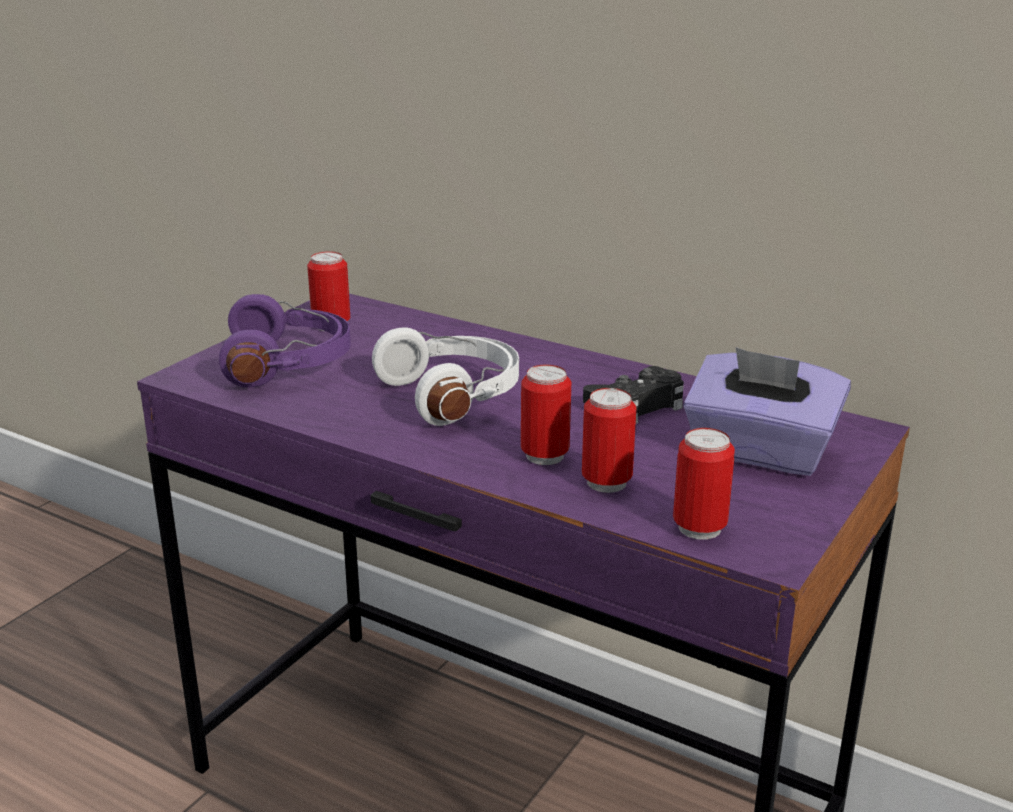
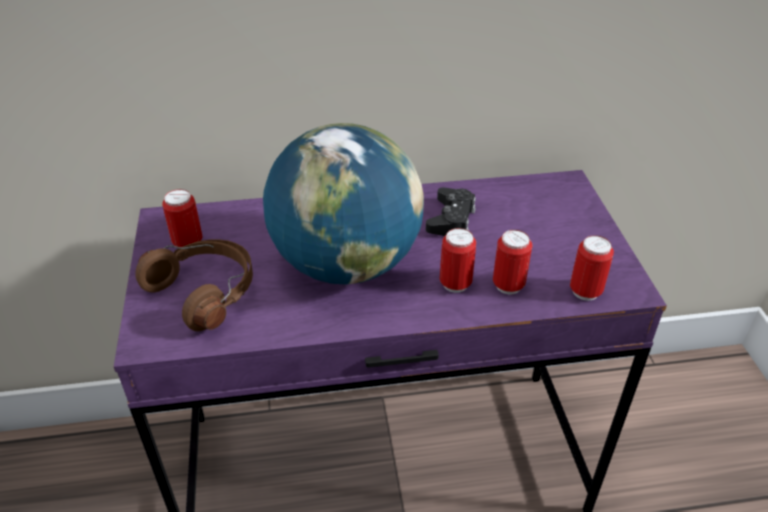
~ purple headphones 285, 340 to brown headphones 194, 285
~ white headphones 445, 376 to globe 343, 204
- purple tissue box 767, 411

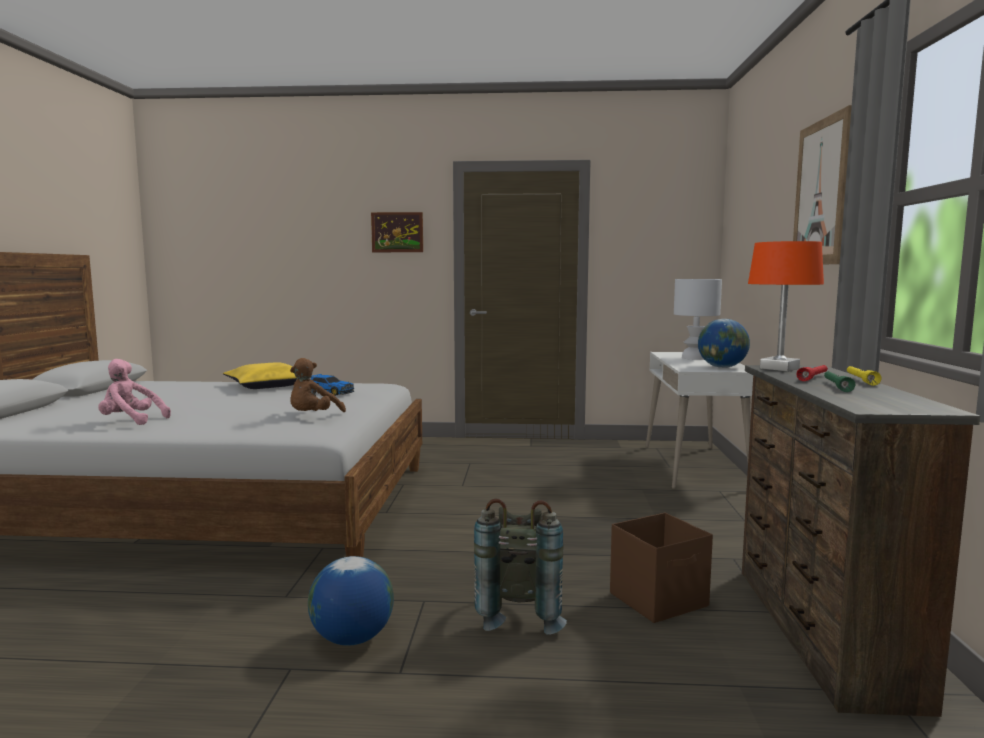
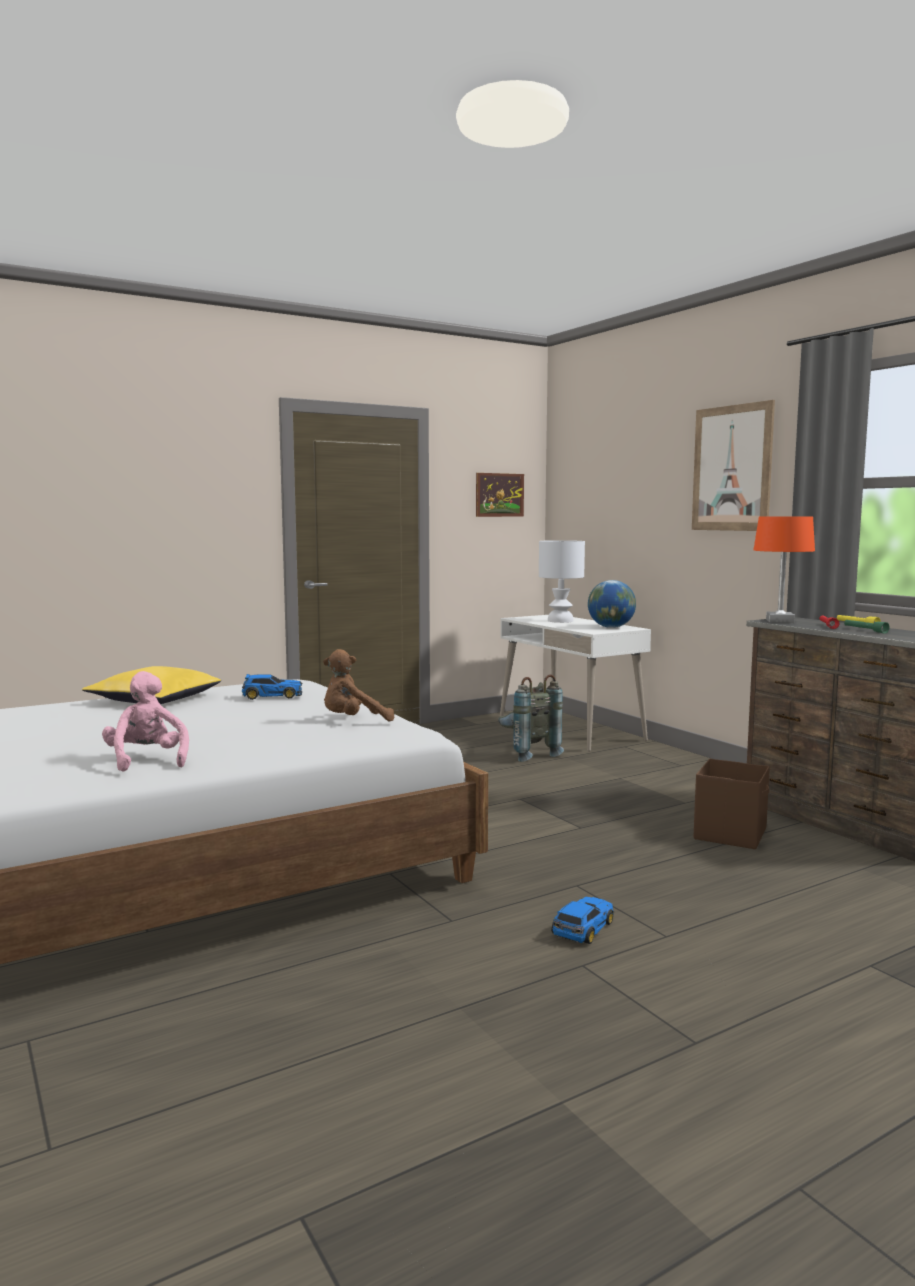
~ picture 397, 232 to 500, 495
~ brown plush toy 318, 385 = 358, 685 75 degrees clockwise
~ pink plush toy 134, 392 = 145, 721 90 degrees clockwise
~ grey backpack 520, 566 to 531, 718
~ globe 351, 601 to toy car 582, 920

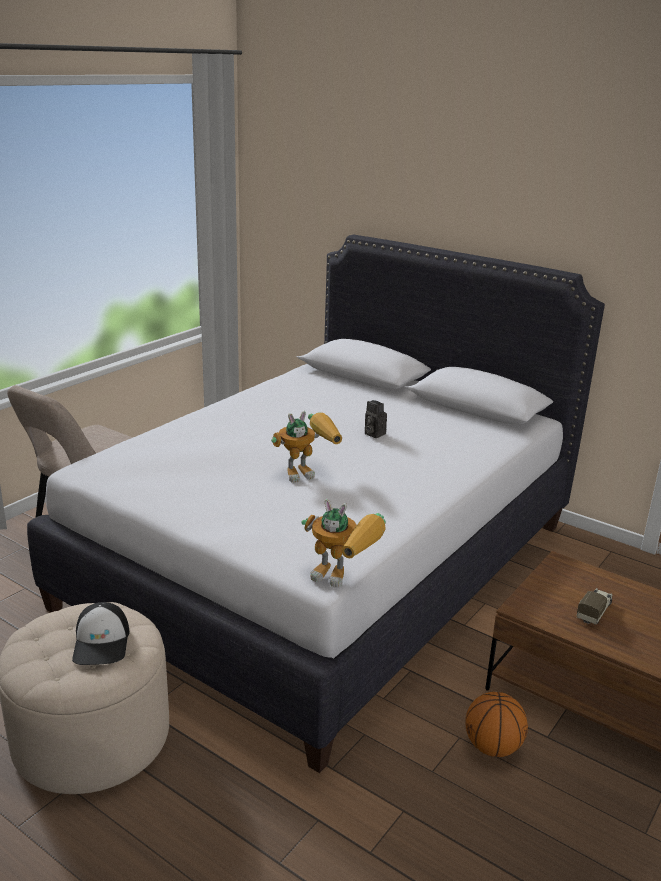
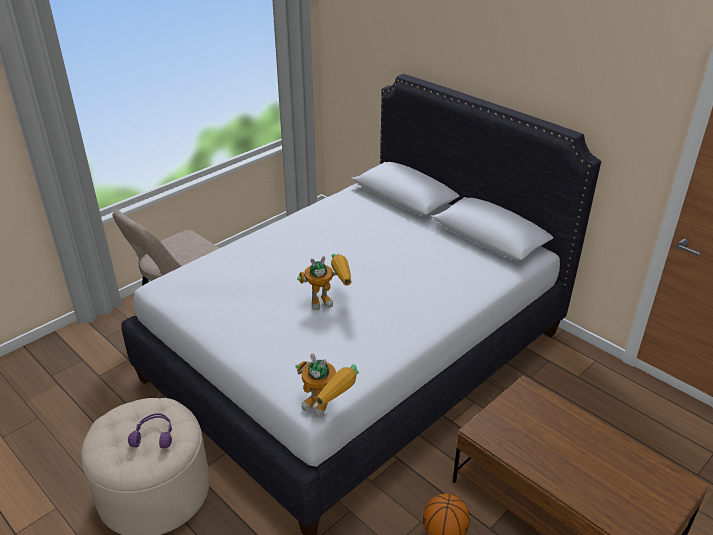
- photo camera 376, 419
- toy truck 594, 606
~ cap 100, 633 to purple headphones 150, 430

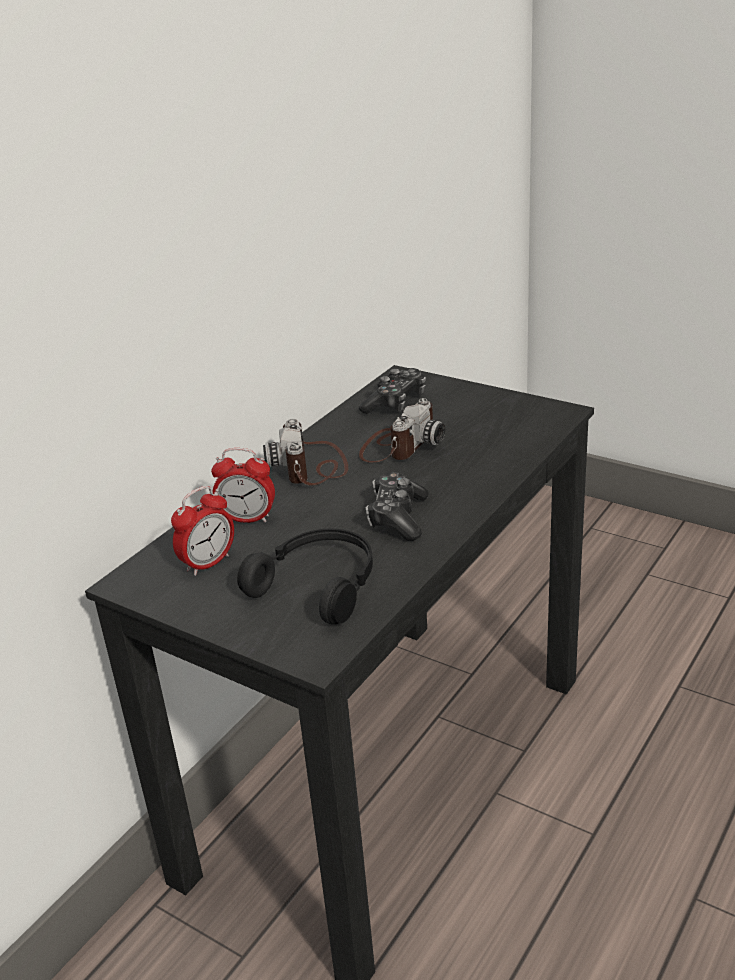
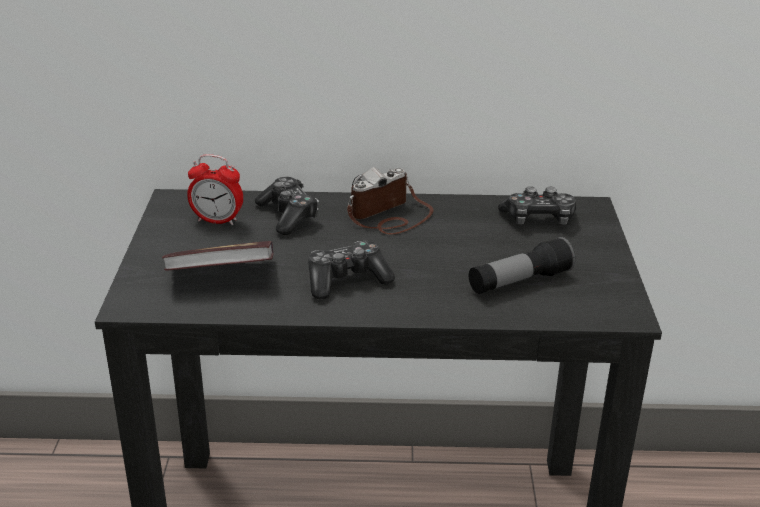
- photo camera 402, 430
~ alarm clock 243, 485 to game controller 287, 206
~ black headphones 305, 576 to book 218, 256
+ flashlight 522, 265

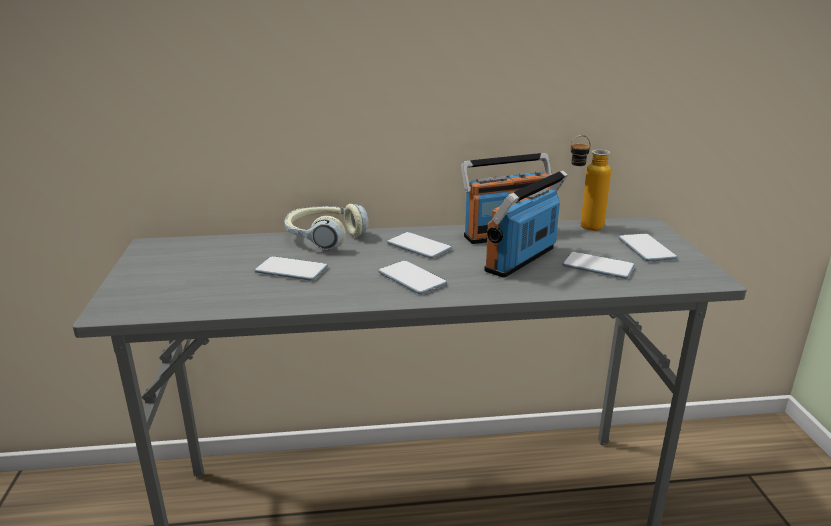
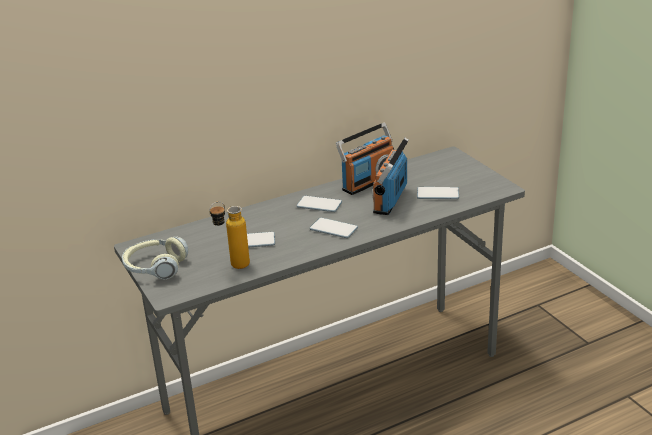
~ bottle 590, 183 to 229, 235
~ headphones 326, 227 to 155, 257
- phone 647, 247

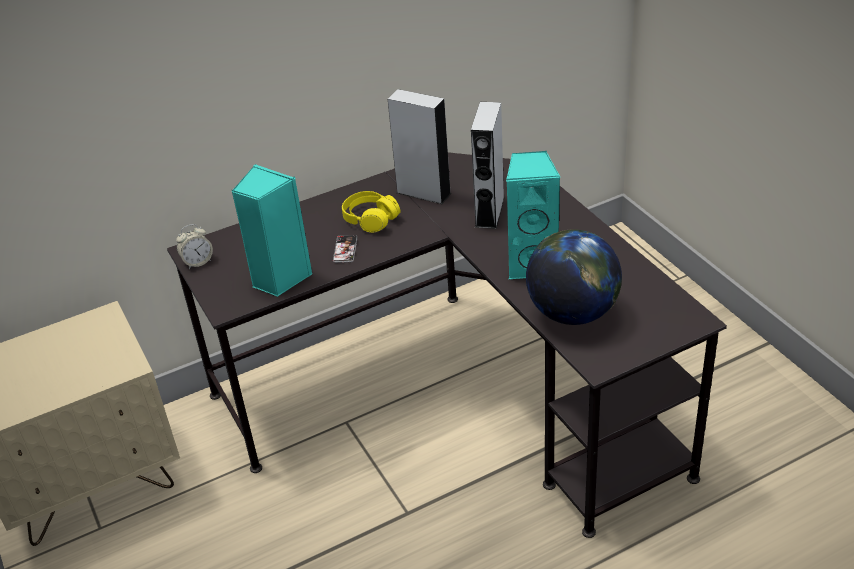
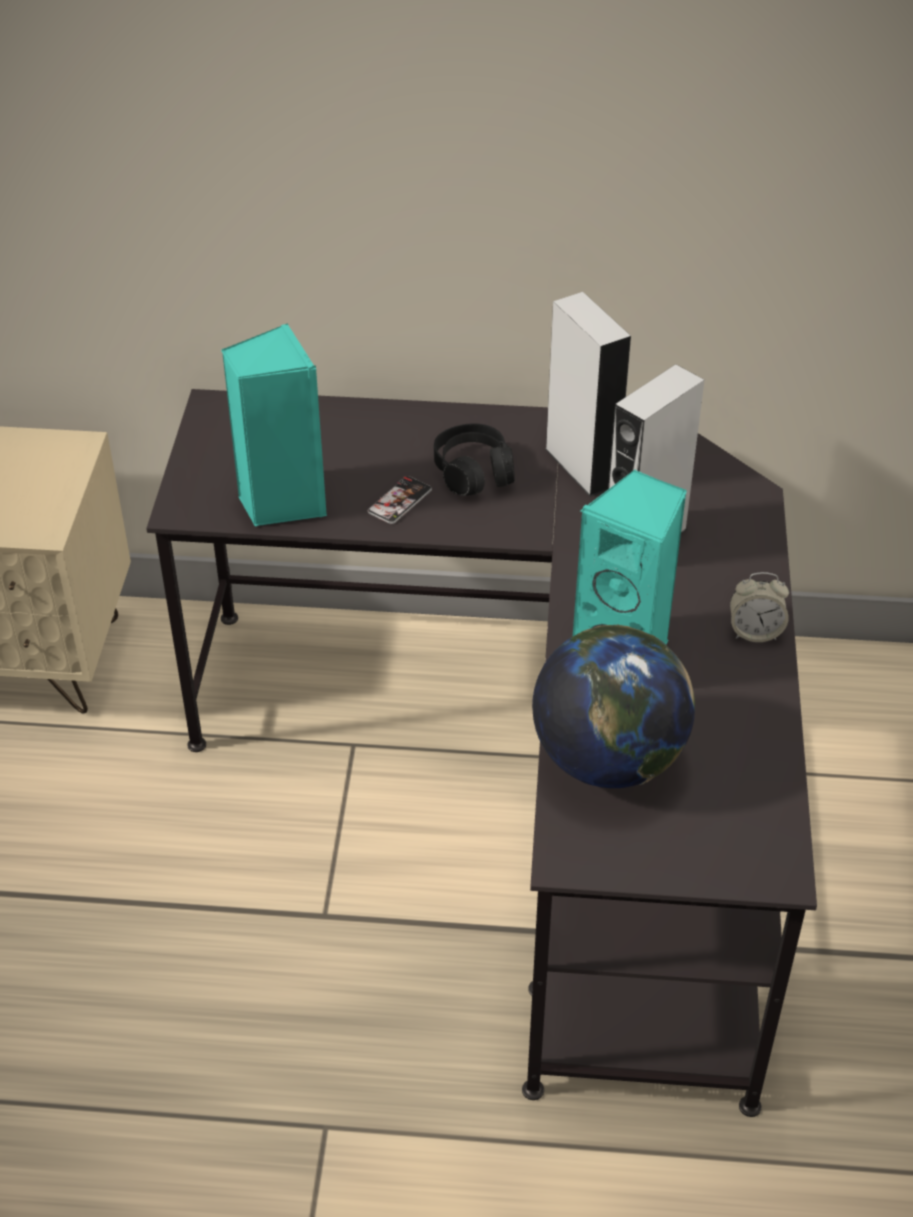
~ yellow headphones 371, 212 to black headphones 474, 459
~ alarm clock 194, 246 to 759, 607

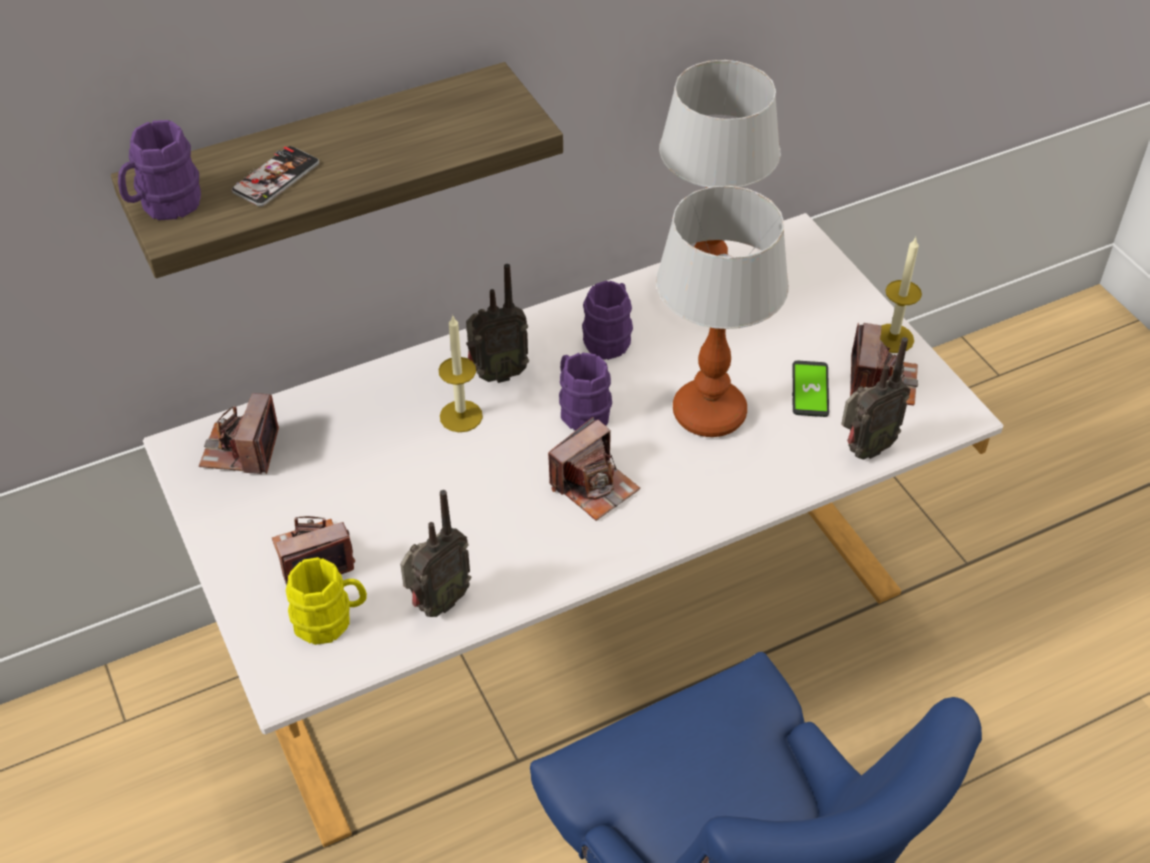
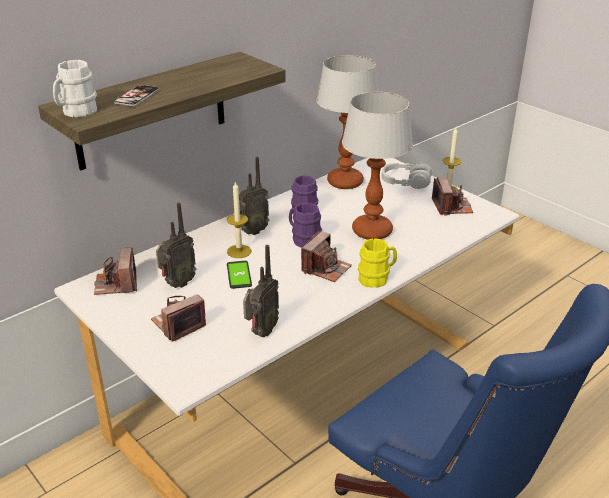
~ purple mug 159, 170 to white mug 75, 88
~ radio 875, 398 to 176, 245
~ phone 810, 389 to 239, 275
~ yellow mug 326, 601 to 377, 263
+ grey headphones 407, 175

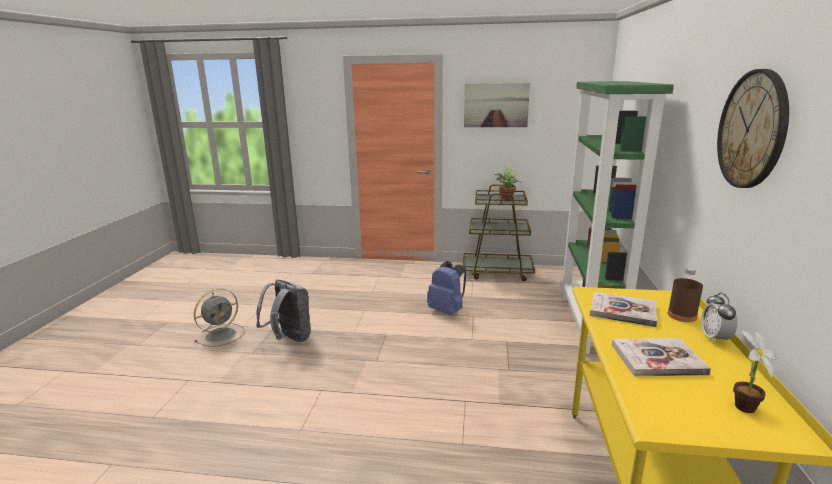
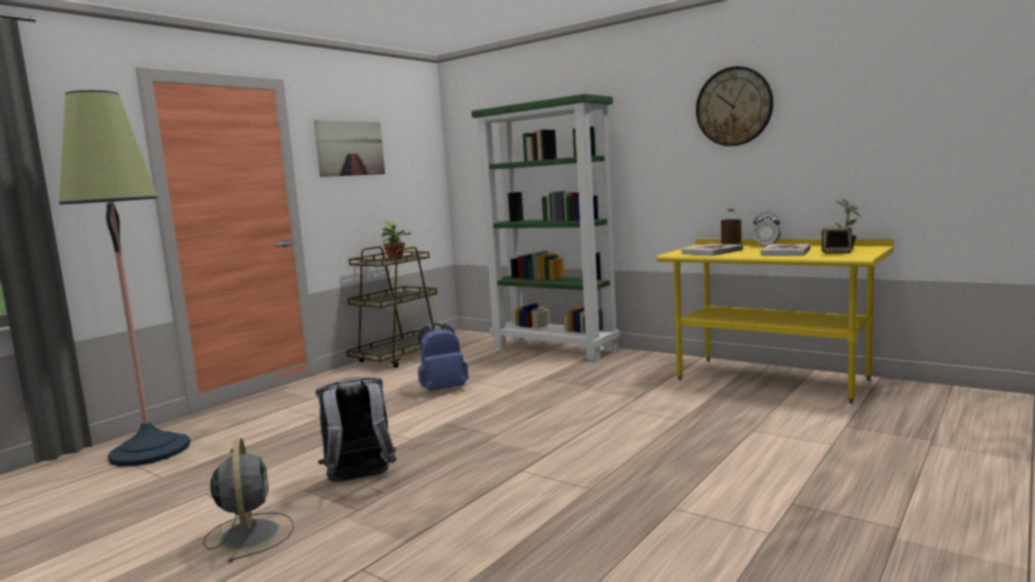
+ floor lamp 124, 278
+ speaker 837, 240

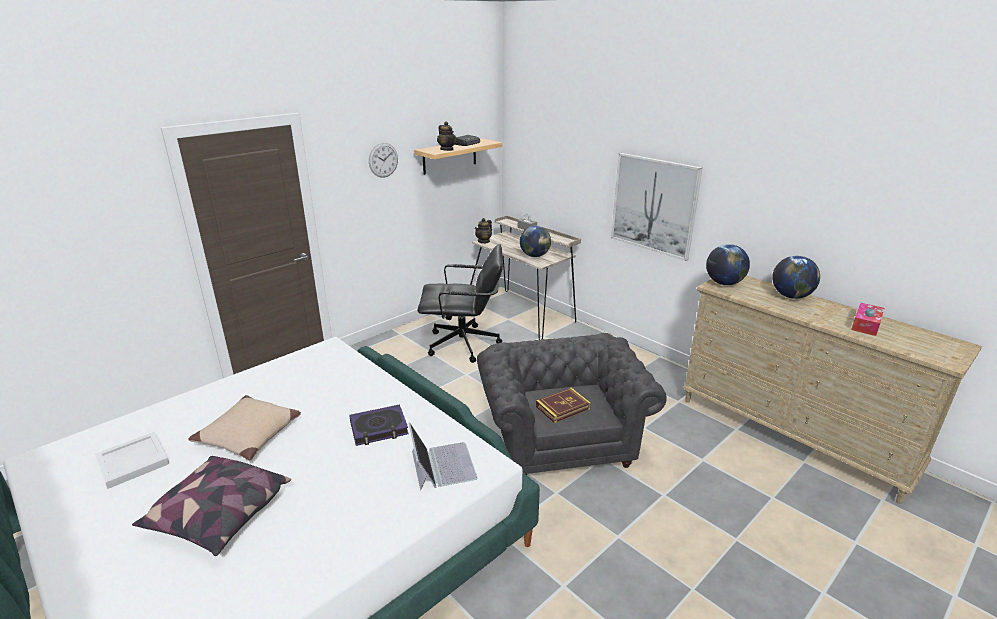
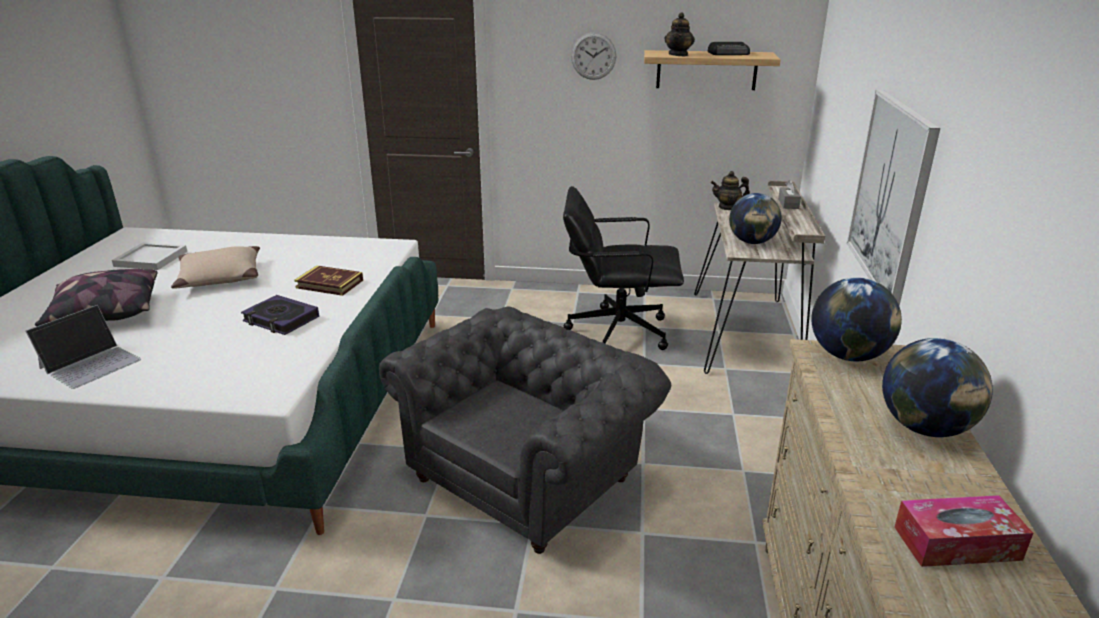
~ black office chair 460, 303 = 623, 268 135 degrees clockwise
~ book 563, 405 to 328, 280
~ laptop 443, 457 to 83, 347

